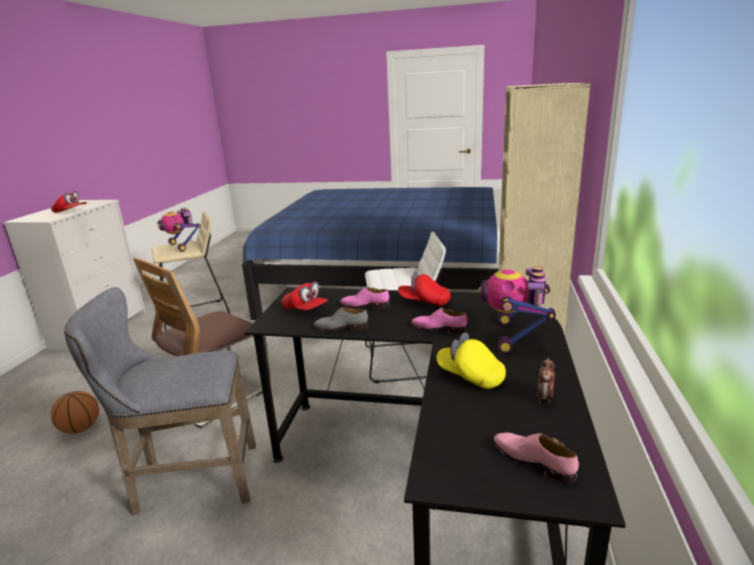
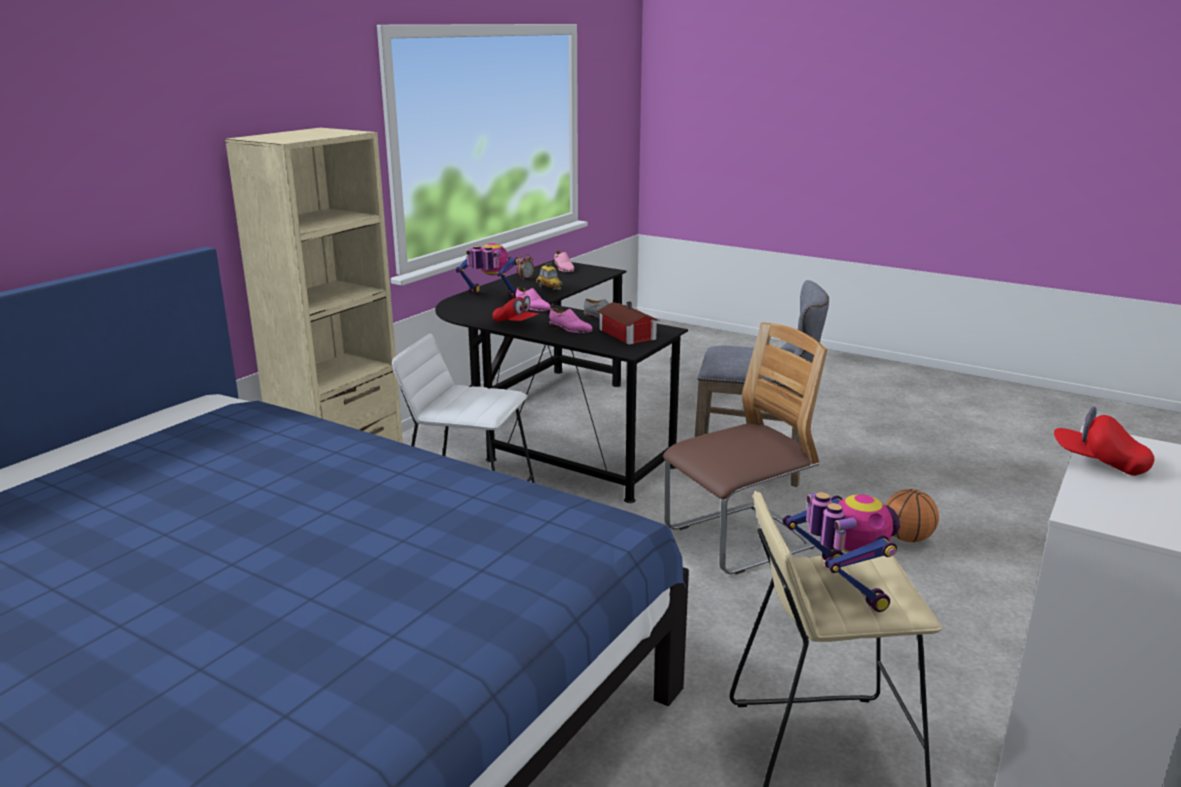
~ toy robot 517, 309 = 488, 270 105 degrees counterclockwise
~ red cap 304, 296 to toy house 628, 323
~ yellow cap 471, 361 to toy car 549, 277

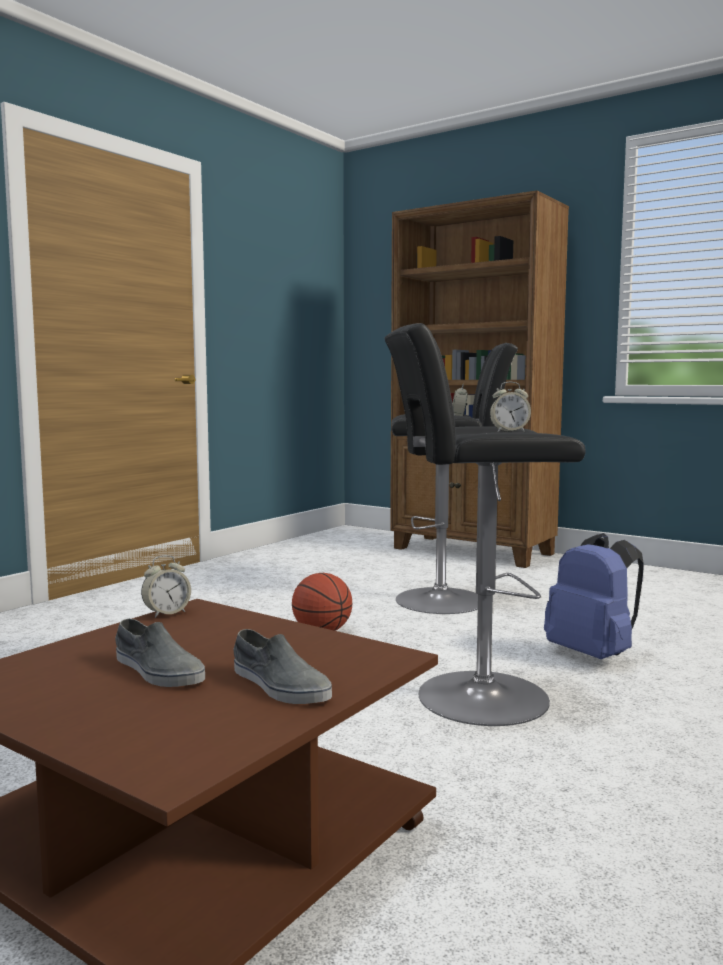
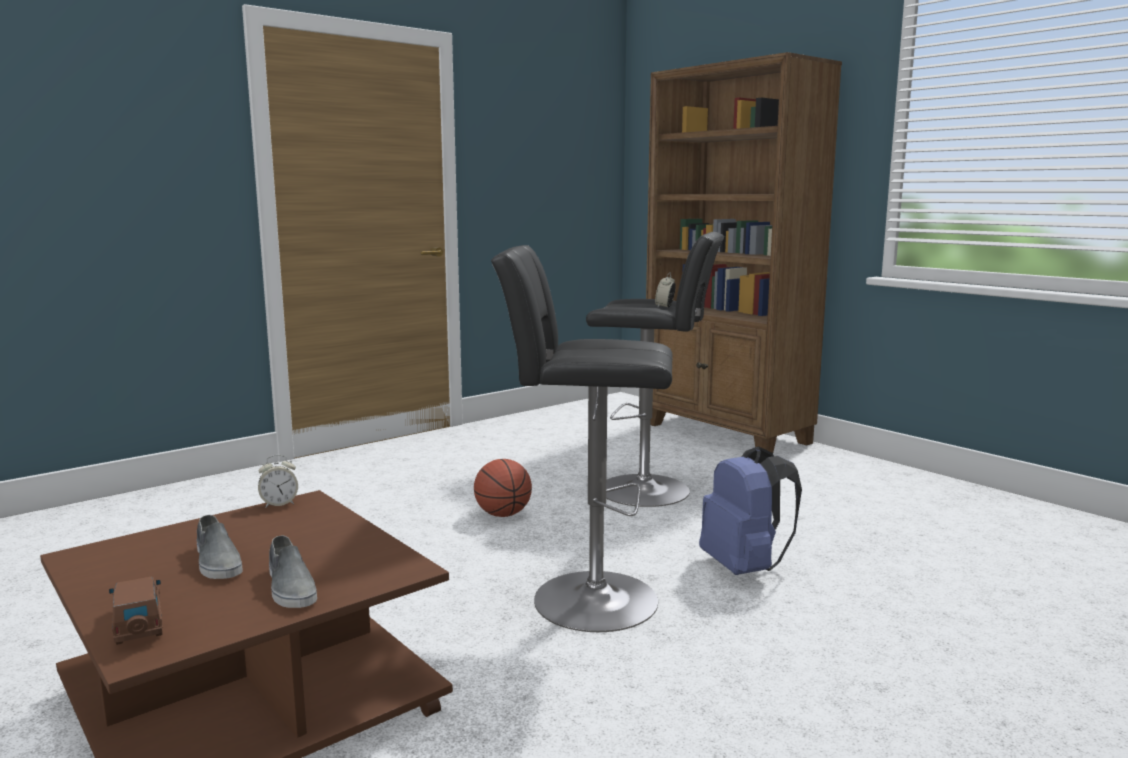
- alarm clock 510, 407
+ brown toy car 136, 610

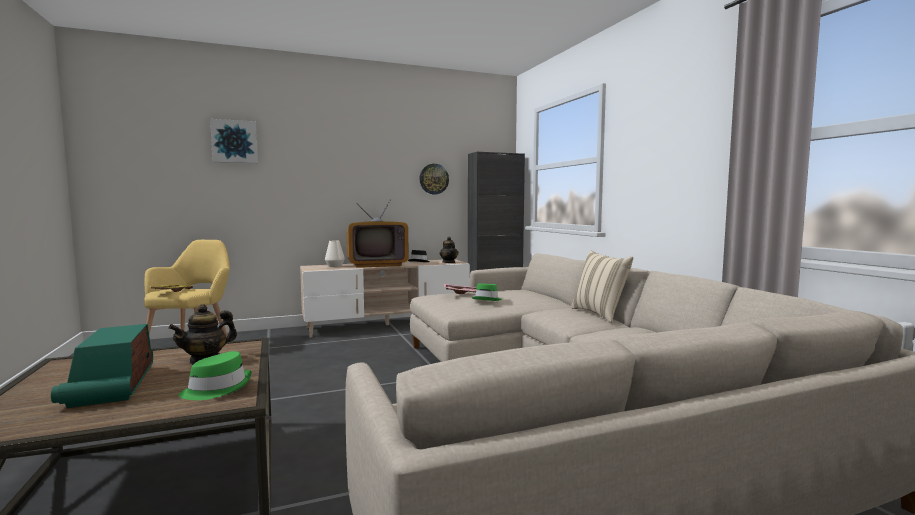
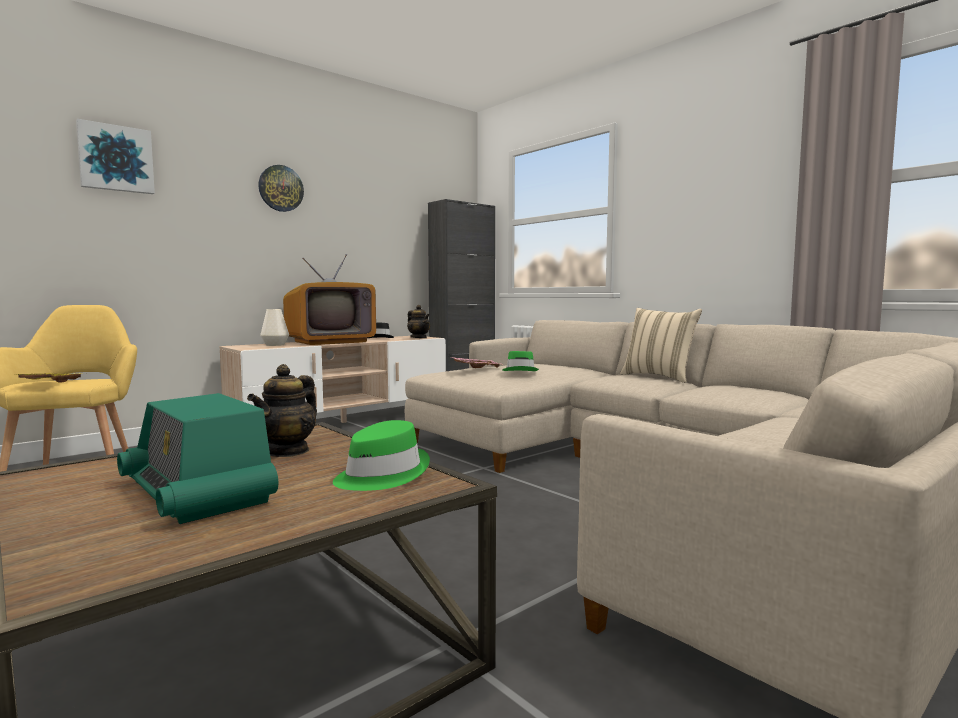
~ wall clock 434, 179 to 281, 188

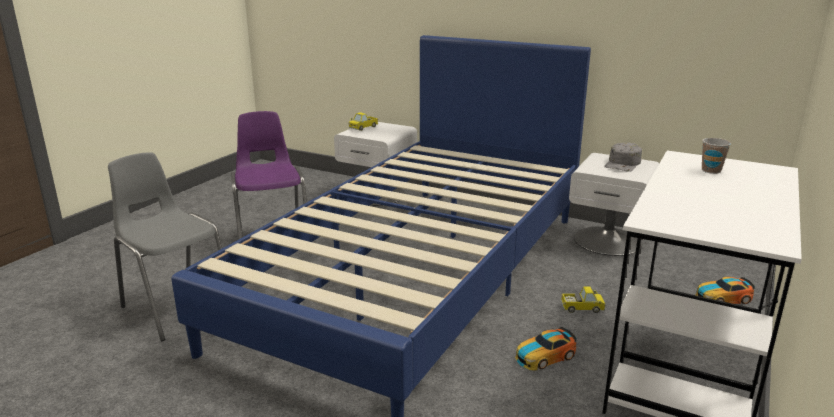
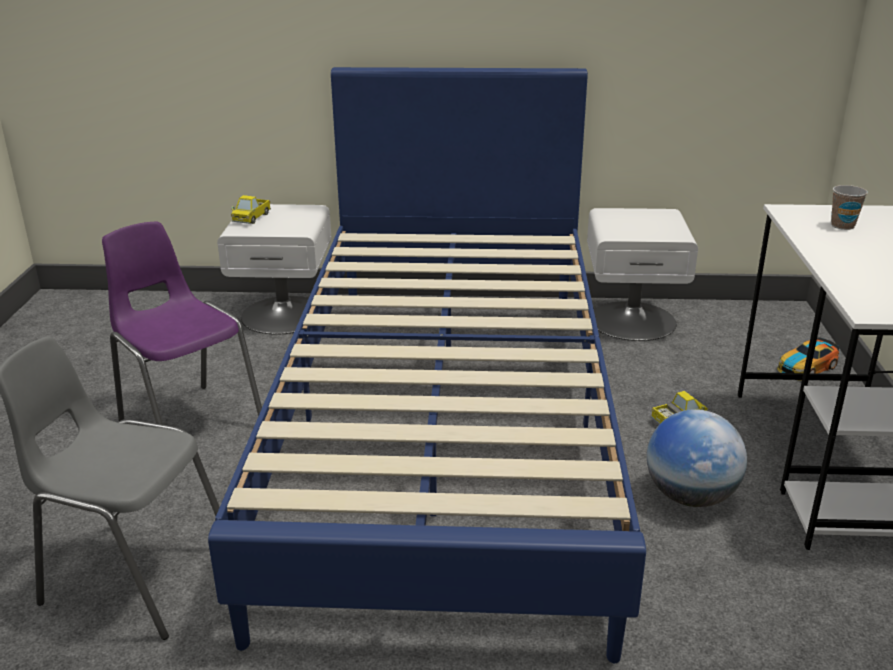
- grey cap 623, 157
~ toy car 546, 349 to globe 697, 458

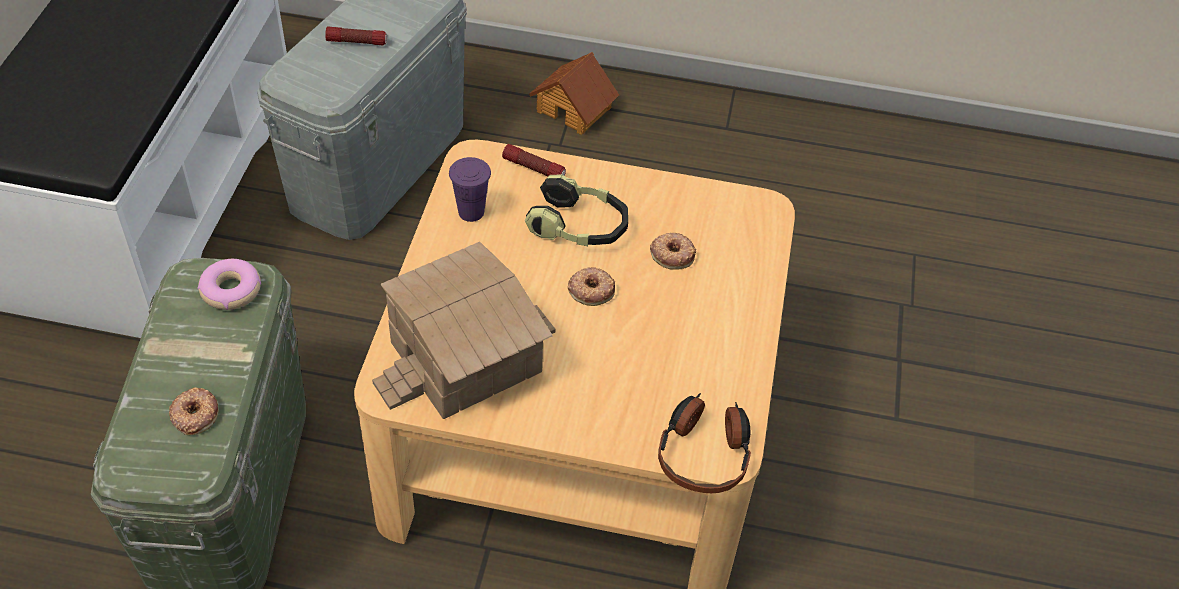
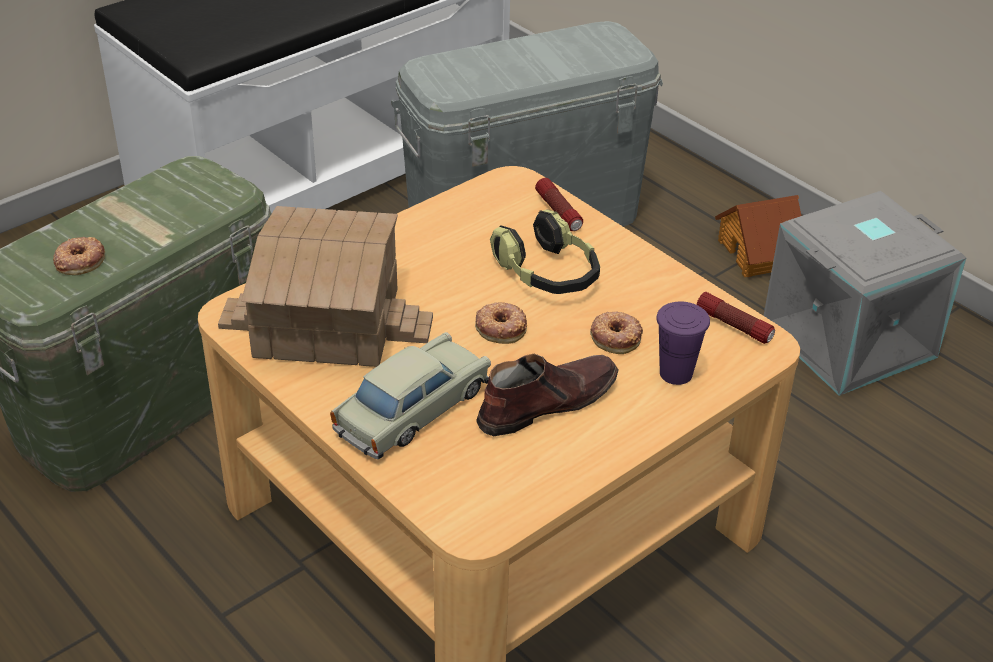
~ flashlight 356, 35 to 735, 318
~ purple cup 470, 189 to 683, 343
- donut 229, 284
- headphones 704, 443
+ grey storage box 865, 293
+ beige toy car 410, 395
+ brown shoe 548, 394

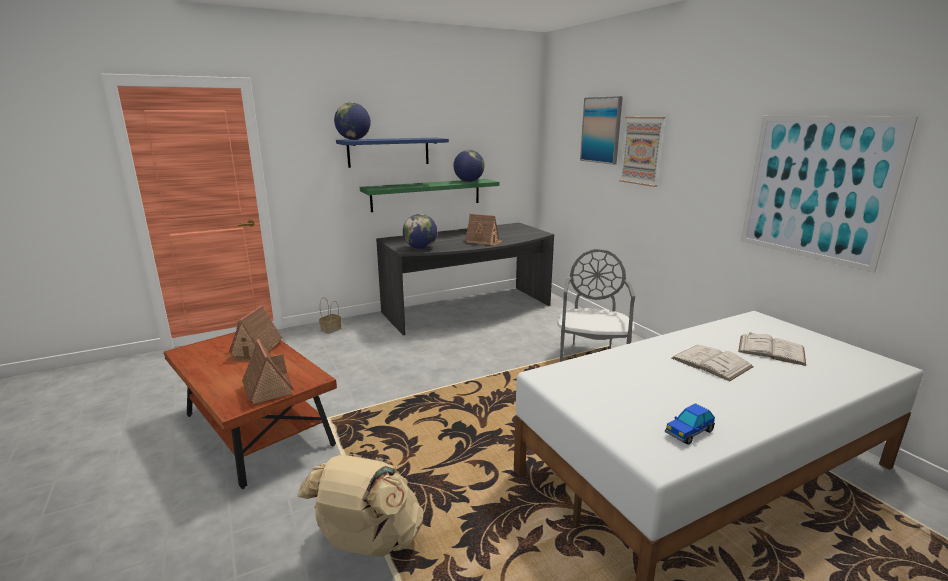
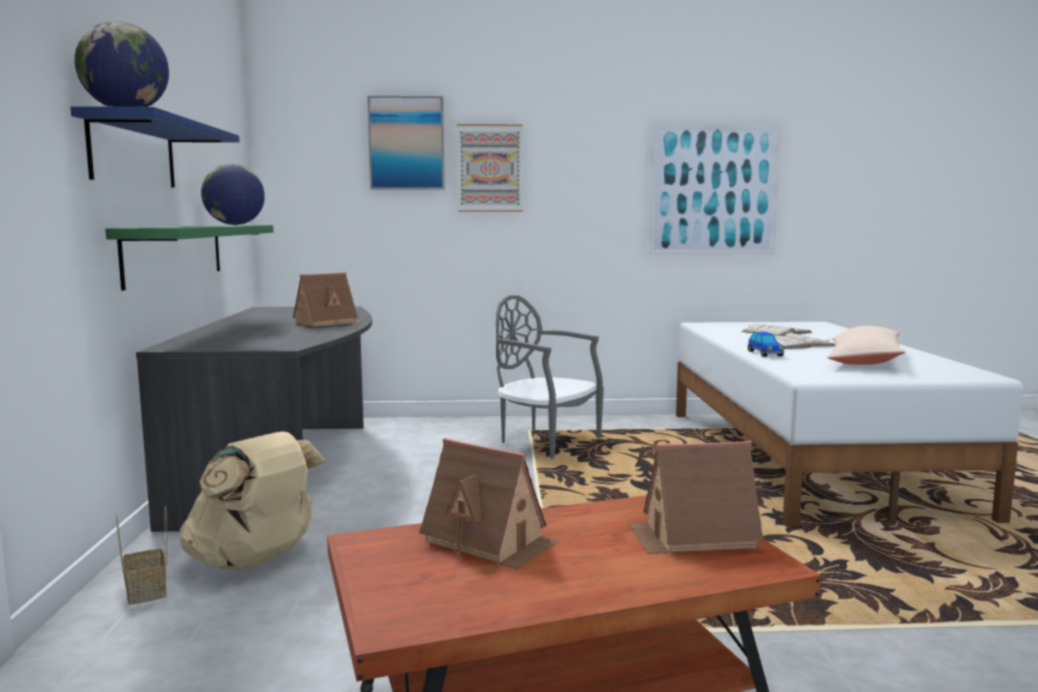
- globe 420, 231
~ toy car 690, 423 to 766, 344
~ beige backpack 360, 505 to 253, 500
+ beige pillow 866, 345

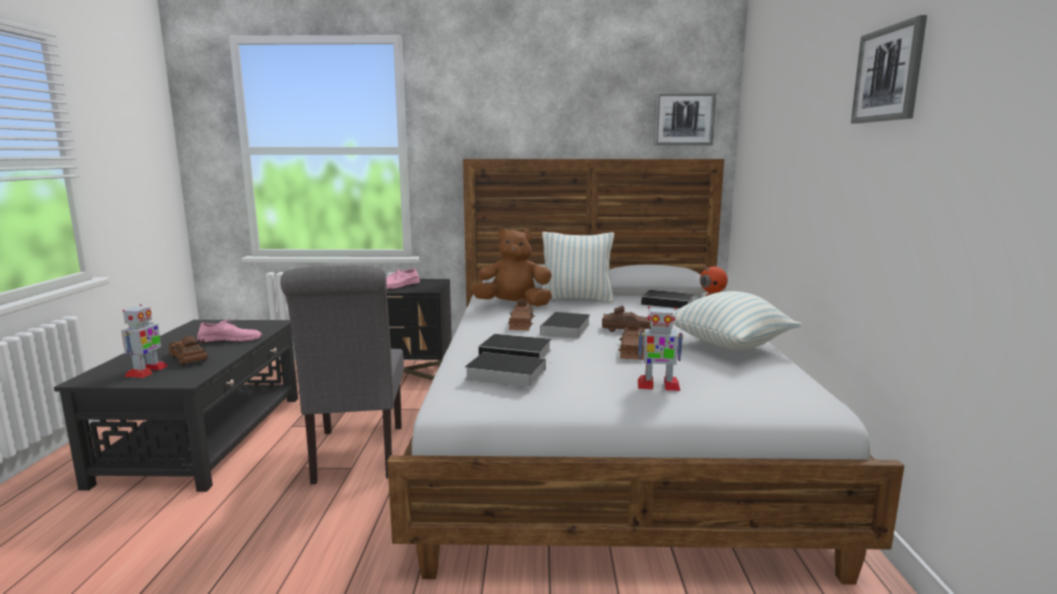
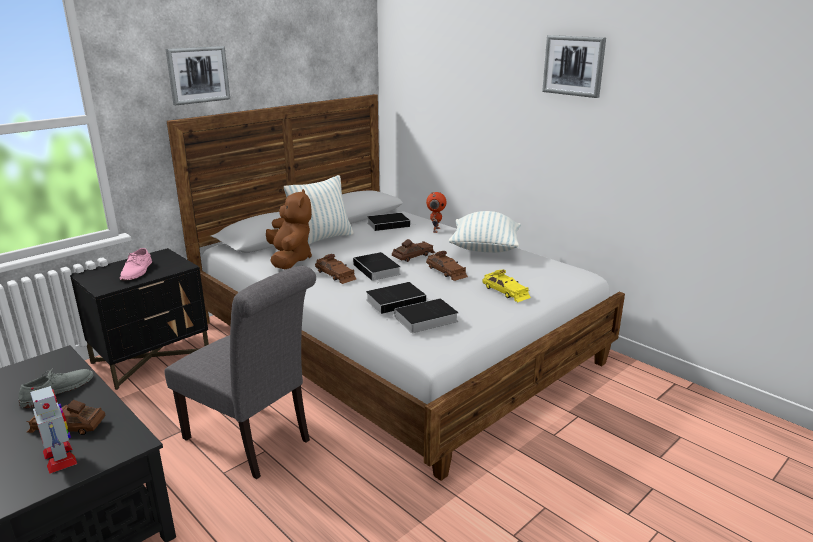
~ picture 685, 118 to 198, 75
~ brown plush toy 511, 267 = 289, 229 120 degrees clockwise
~ toy robot 660, 348 to yellow toy car 506, 286
~ pink shoe 229, 331 to grey shoe 55, 388

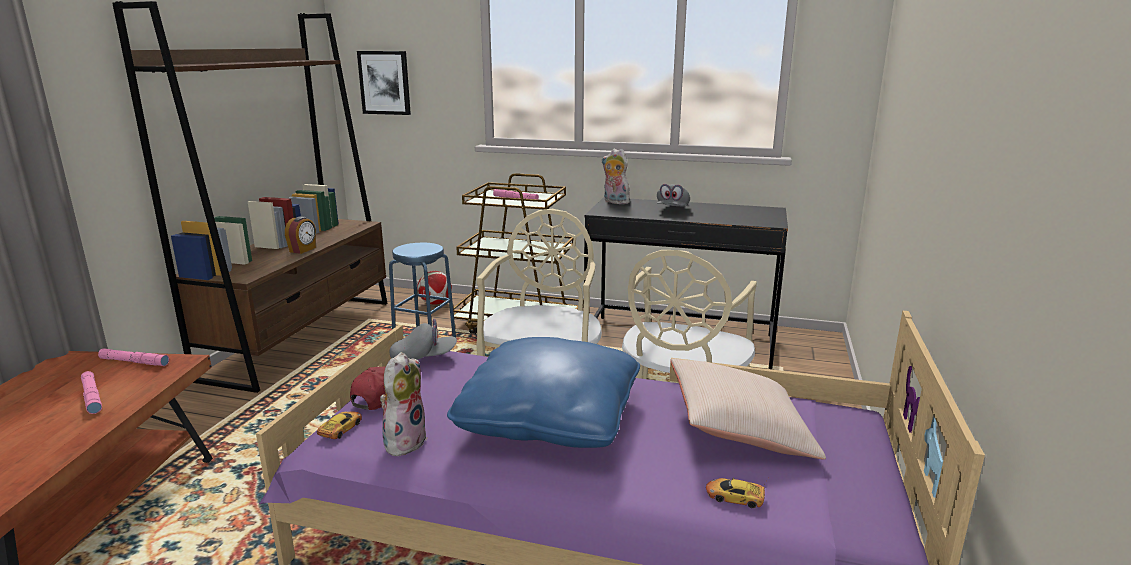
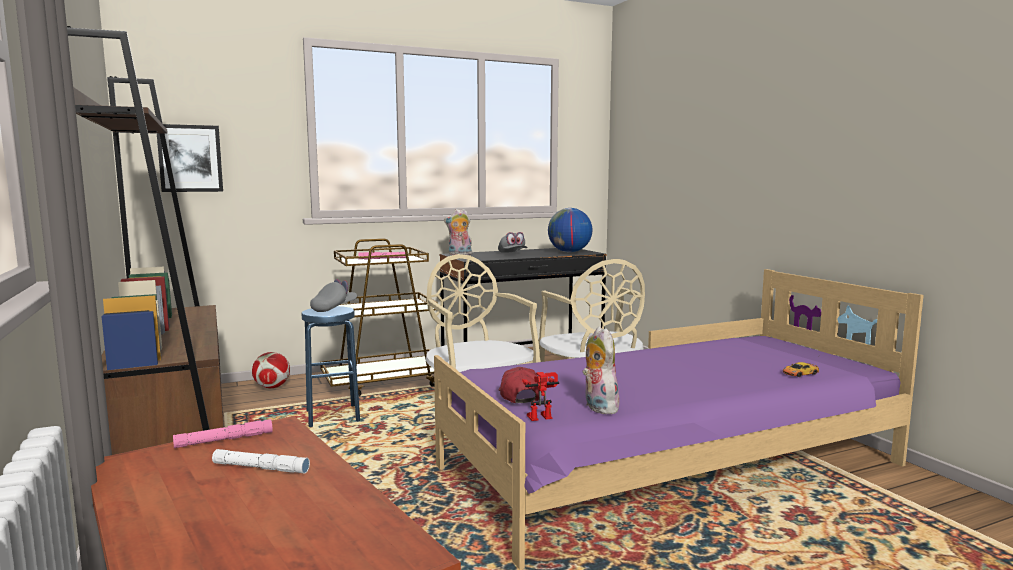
- alarm clock 300, 235
~ grey cap 423, 339 to 333, 295
- blue pillow 543, 392
- beige pillow 748, 408
~ pink flashlight 91, 392 to white flashlight 261, 461
~ toy car 339, 425 to toy robot 540, 396
+ globe 570, 230

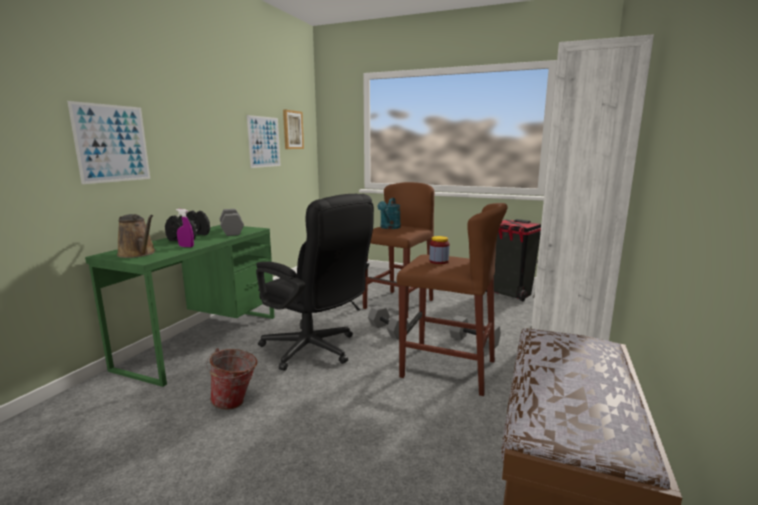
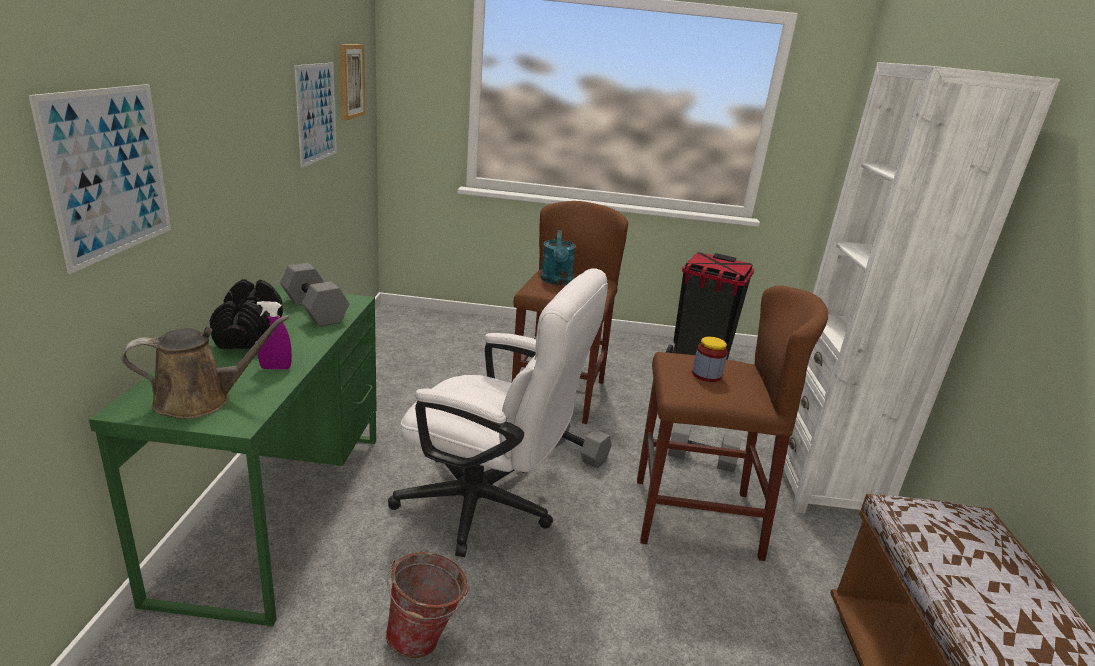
~ black office chair 315, 282 to white office chair 498, 412
~ brown watering can 136, 236 = 205, 367 45 degrees counterclockwise

